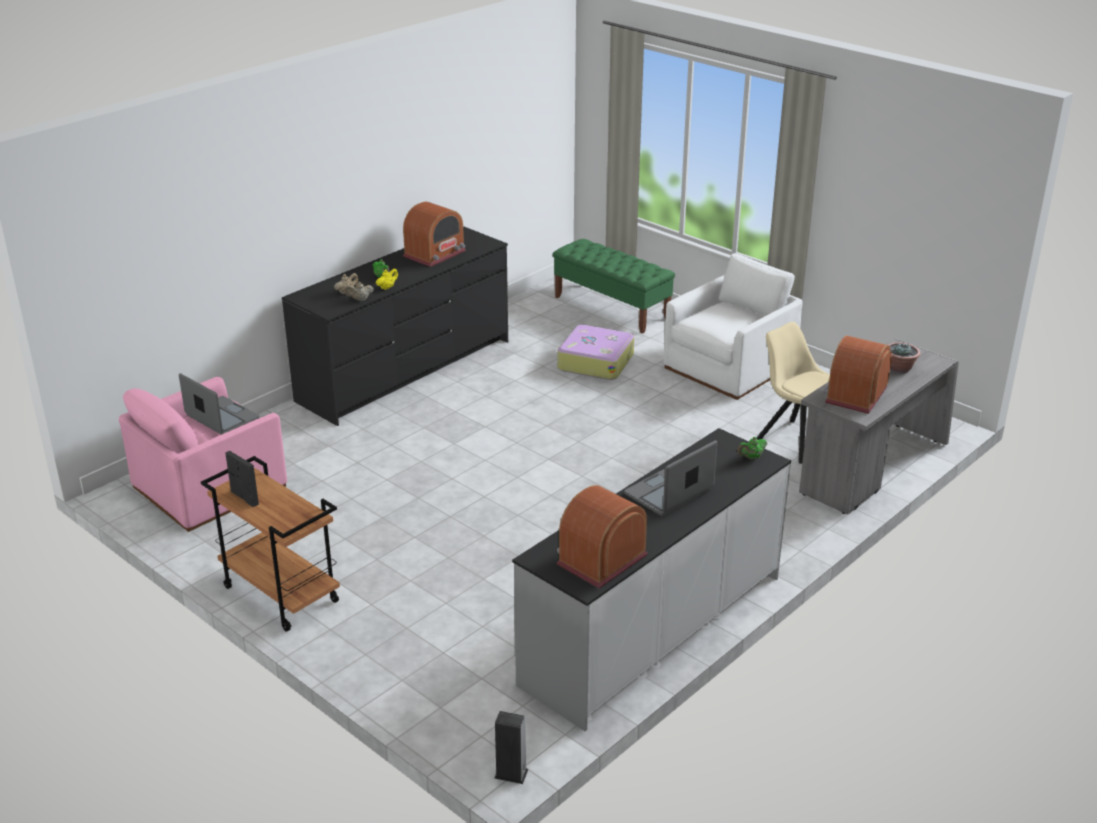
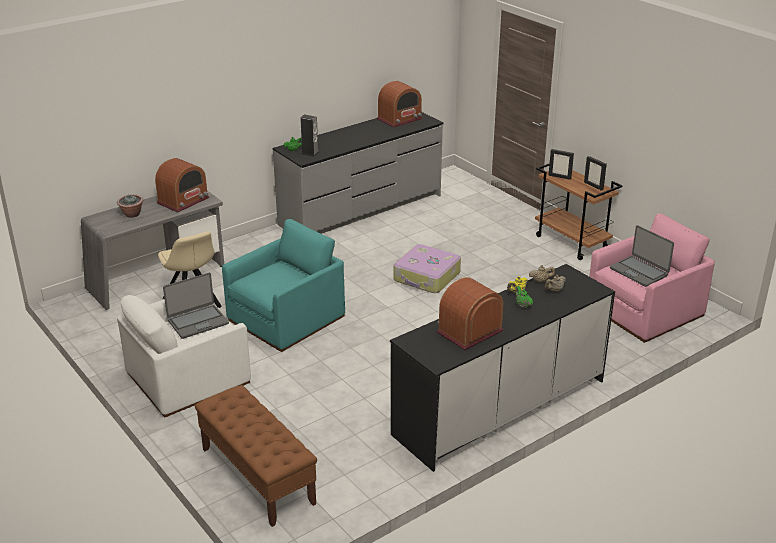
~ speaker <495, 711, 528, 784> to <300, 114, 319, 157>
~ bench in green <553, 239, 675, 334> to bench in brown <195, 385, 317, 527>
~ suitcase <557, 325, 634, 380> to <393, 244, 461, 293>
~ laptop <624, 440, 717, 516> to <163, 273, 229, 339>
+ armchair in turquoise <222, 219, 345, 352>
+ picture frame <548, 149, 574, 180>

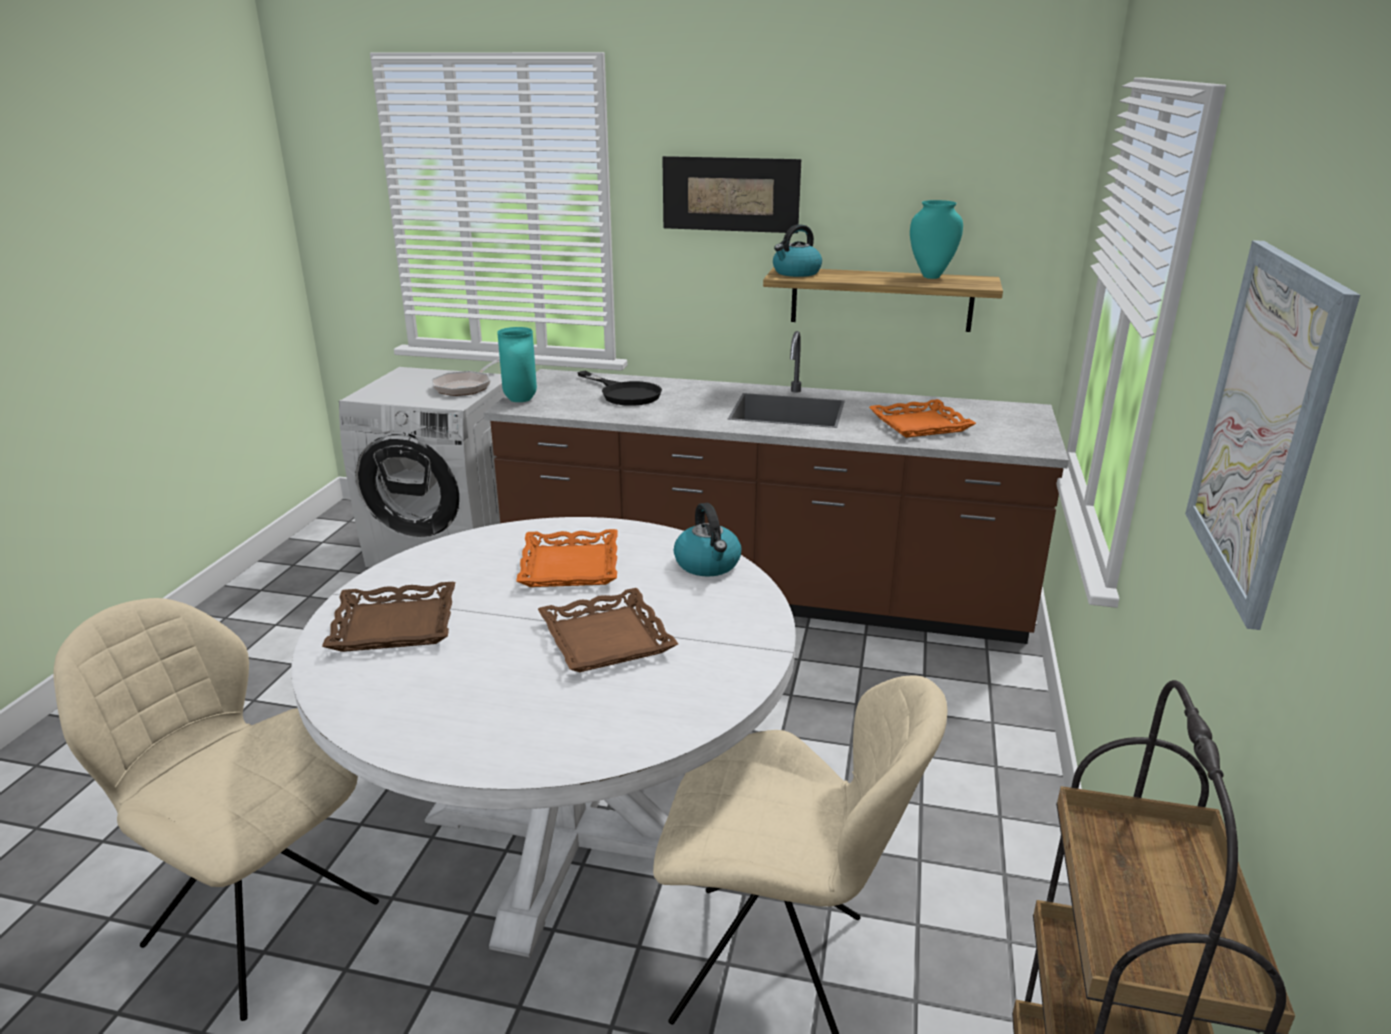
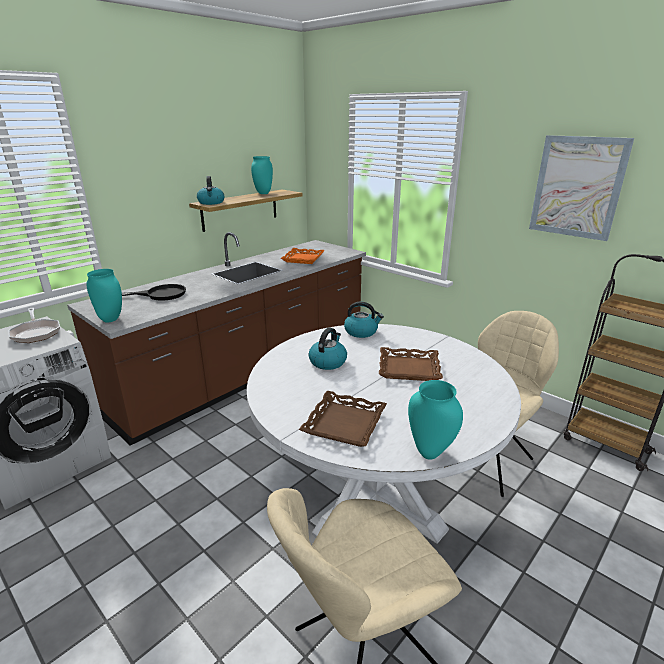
~ tray in orange <516, 529, 618, 587> to kettle <309, 328, 347, 370>
- picture <662, 156, 801, 233>
+ vase in turquoise <408, 380, 463, 460>

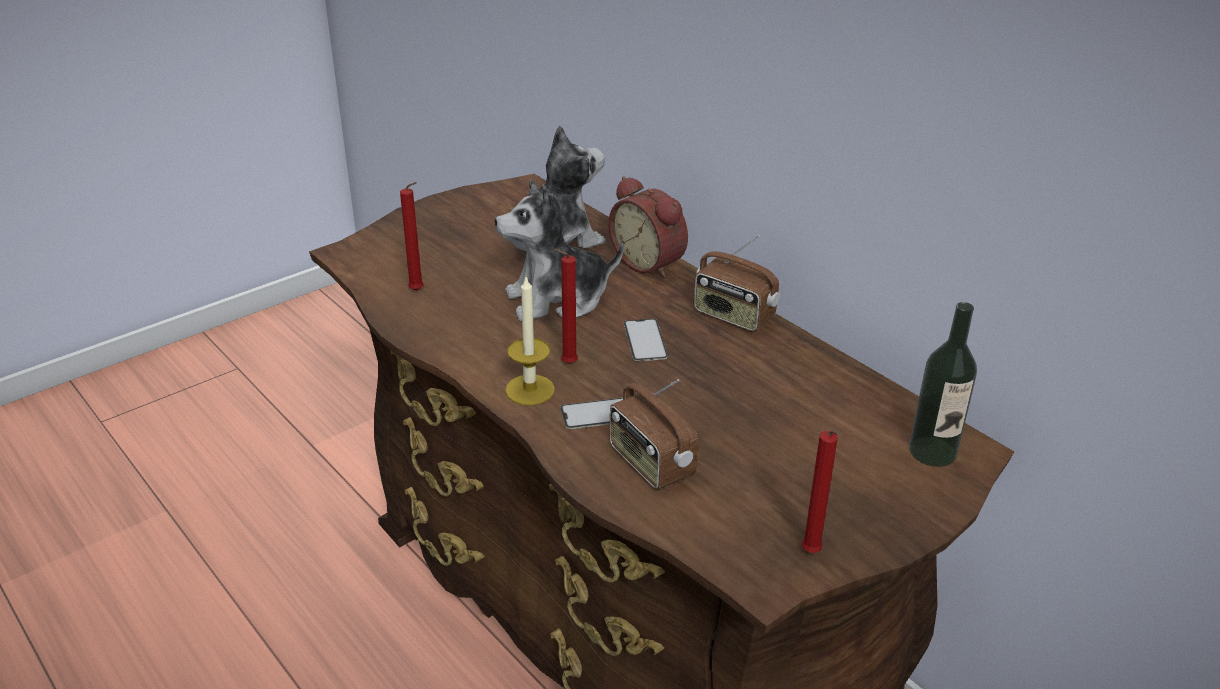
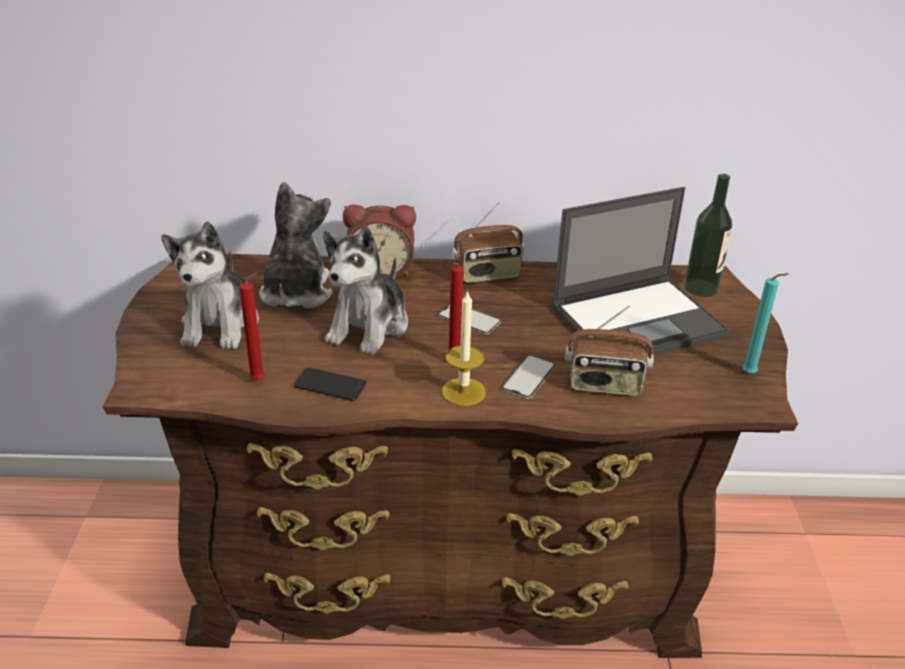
~ candle in red <802, 430, 838, 553> to candle in turquoise <742, 273, 789, 374>
+ plush toy <161, 221, 259, 349>
+ phone <294, 368, 367, 401>
+ laptop <552, 187, 730, 355>

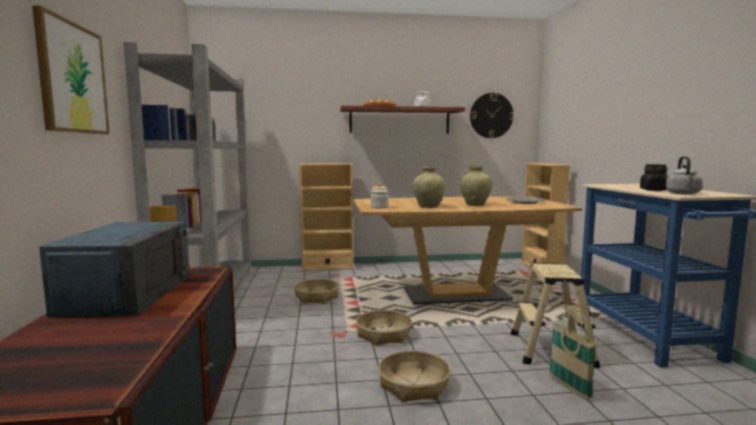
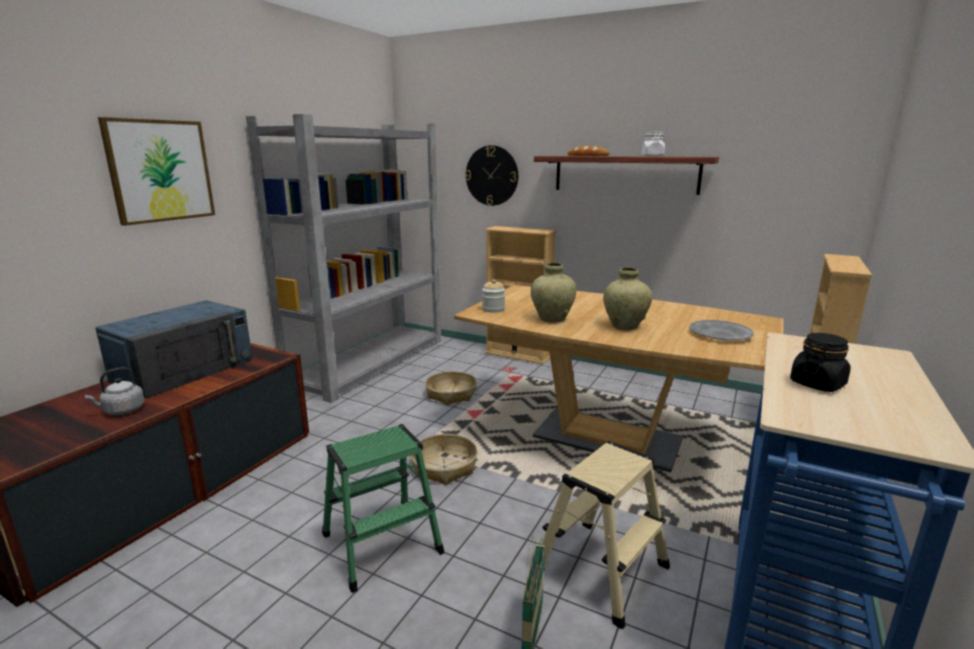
~ basket <378, 351, 451, 402> to step ladder in green <322, 424, 445, 593>
~ wall clock <470, 93, 514, 138> to <465, 145, 518, 206>
~ kettle in grey <666, 156, 703, 194> to <84, 367, 145, 415>

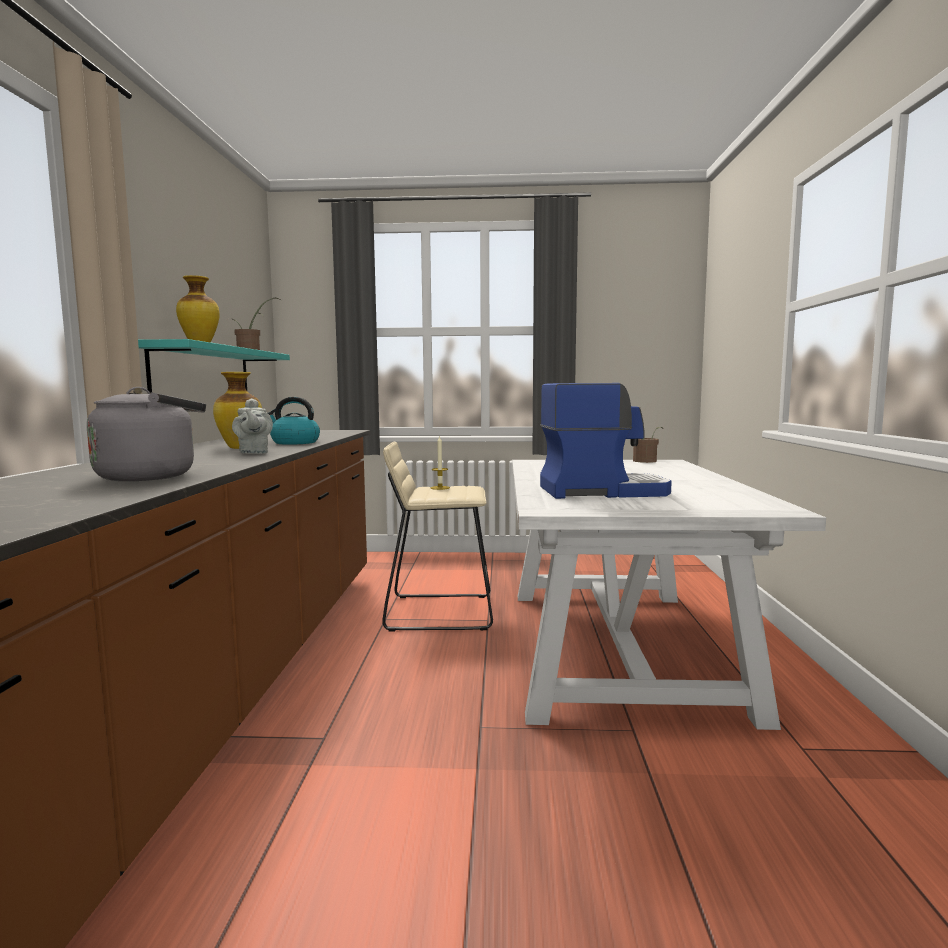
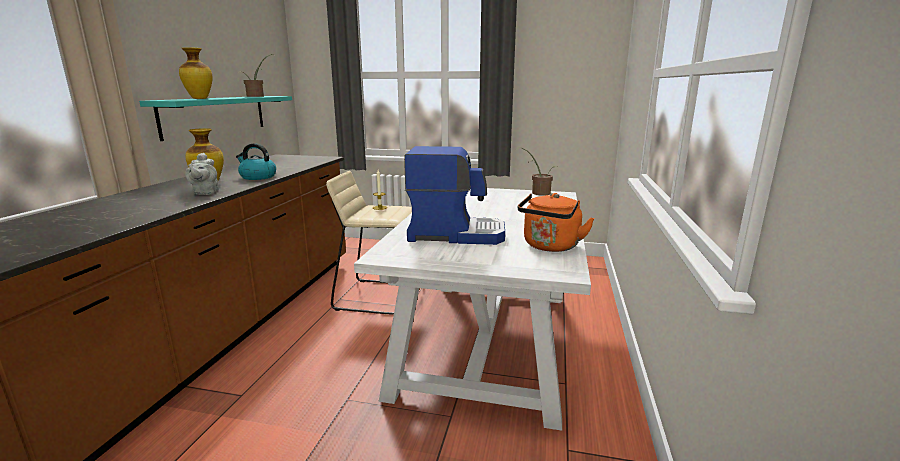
- kettle in grey <87, 387, 206, 481>
+ kettle in orange <518, 193, 595, 252>

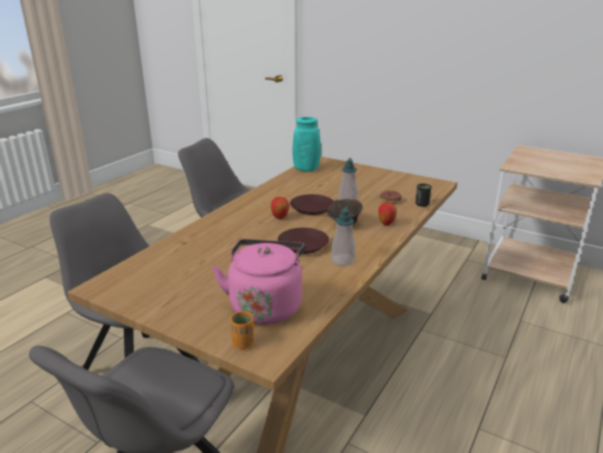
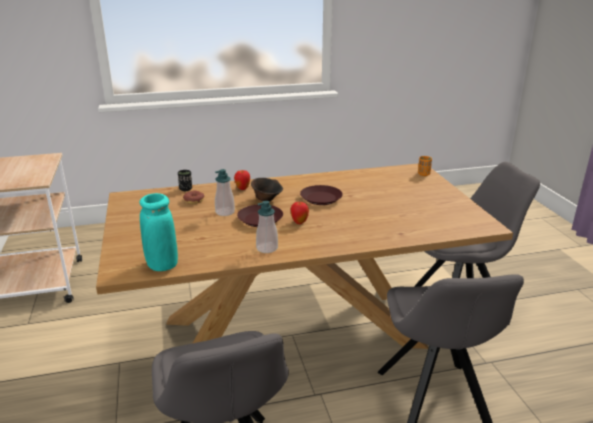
- kettle in pink <212, 239, 305, 325>
~ soap dispenser <332, 207, 355, 266> to <256, 201, 278, 253>

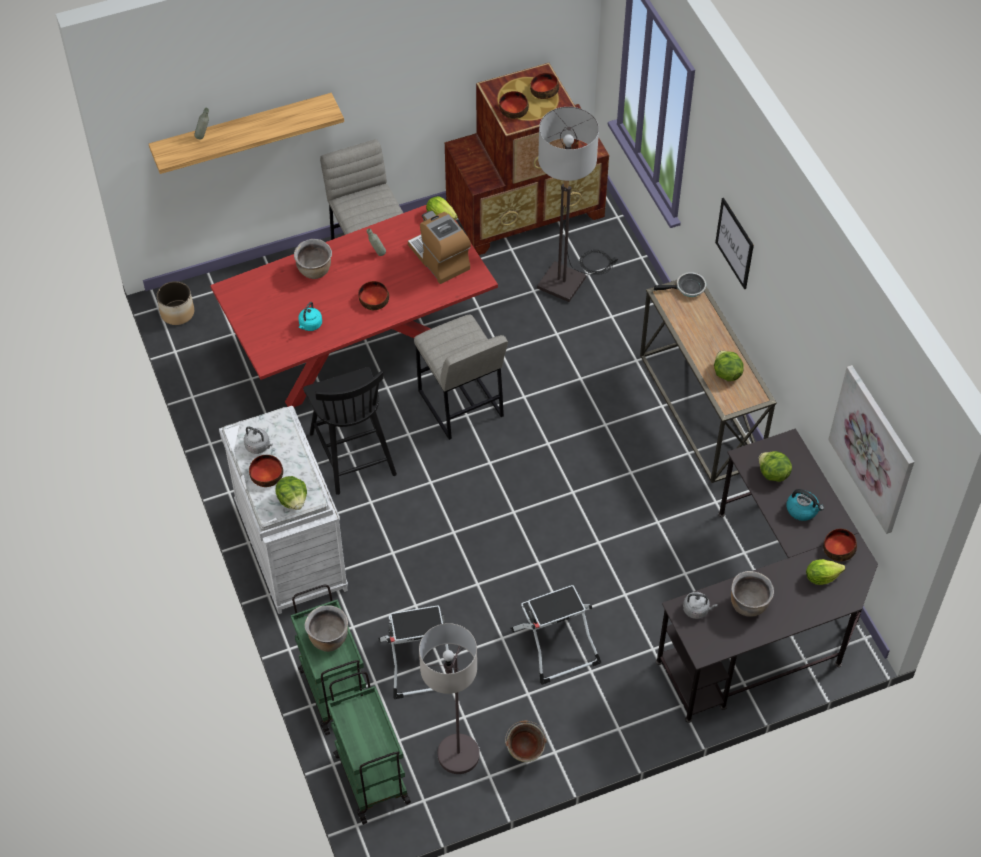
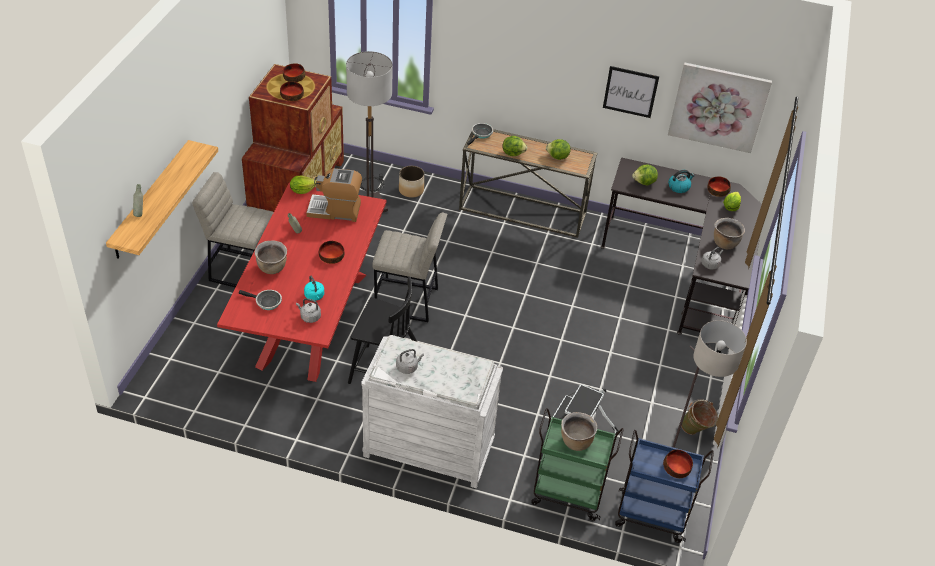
~ planter <157, 281, 194, 325> to <399, 166, 424, 198>
~ bowl <249, 455, 283, 487> to <663, 450, 693, 478>
~ lettuce <275, 476, 307, 510> to <503, 136, 527, 156>
~ cart in green <327, 671, 411, 825> to cart in blue <615, 430, 714, 543>
- step ladder <511, 585, 602, 685>
~ picture <715, 198, 754, 289> to <603, 66, 659, 118>
+ frying pan <239, 290, 282, 310>
+ kettle in grey <296, 298, 321, 323>

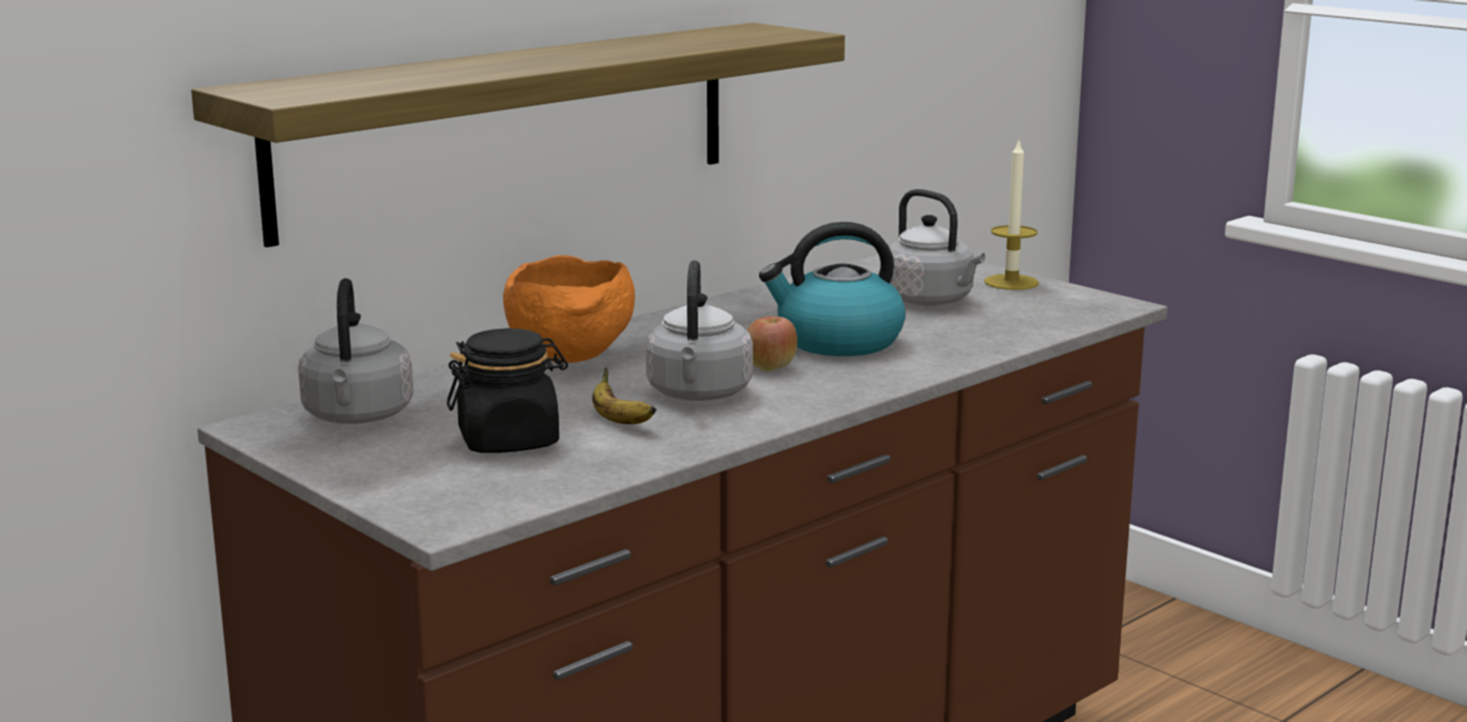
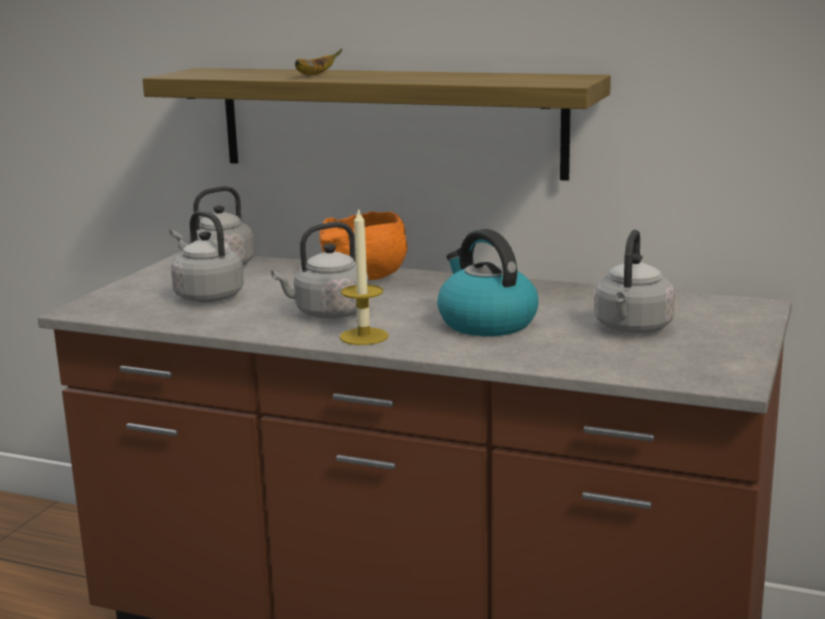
~ jar in black <447, 328, 568, 453> to kettle in grey <171, 211, 244, 302>
~ banana <592, 368, 657, 424> to <295, 49, 342, 75>
- apple <747, 316, 797, 371>
~ candle <984, 140, 1039, 290> to <340, 207, 388, 345>

